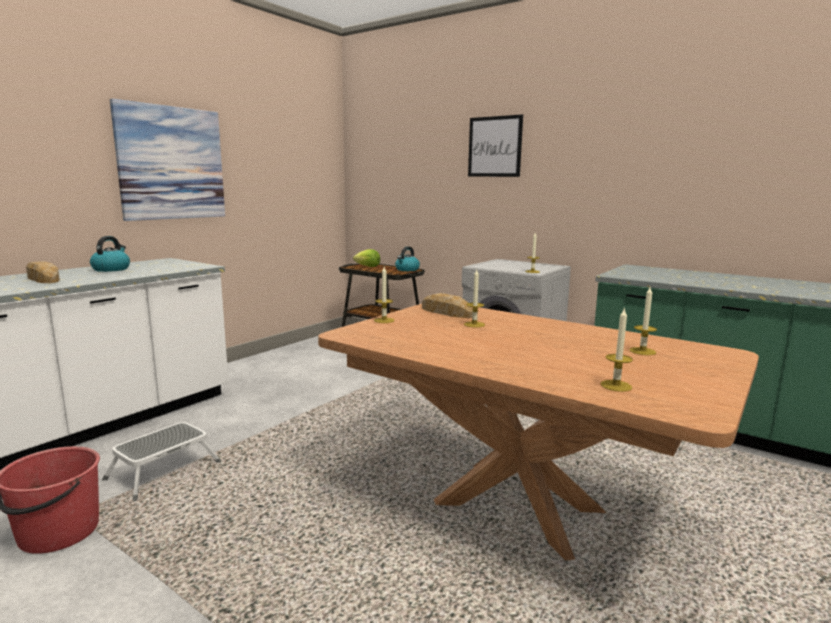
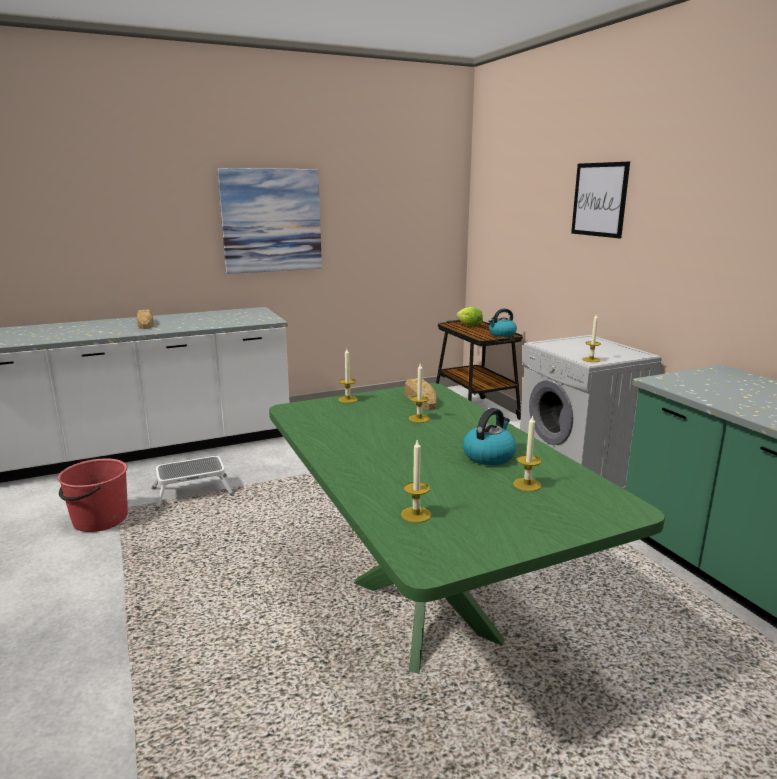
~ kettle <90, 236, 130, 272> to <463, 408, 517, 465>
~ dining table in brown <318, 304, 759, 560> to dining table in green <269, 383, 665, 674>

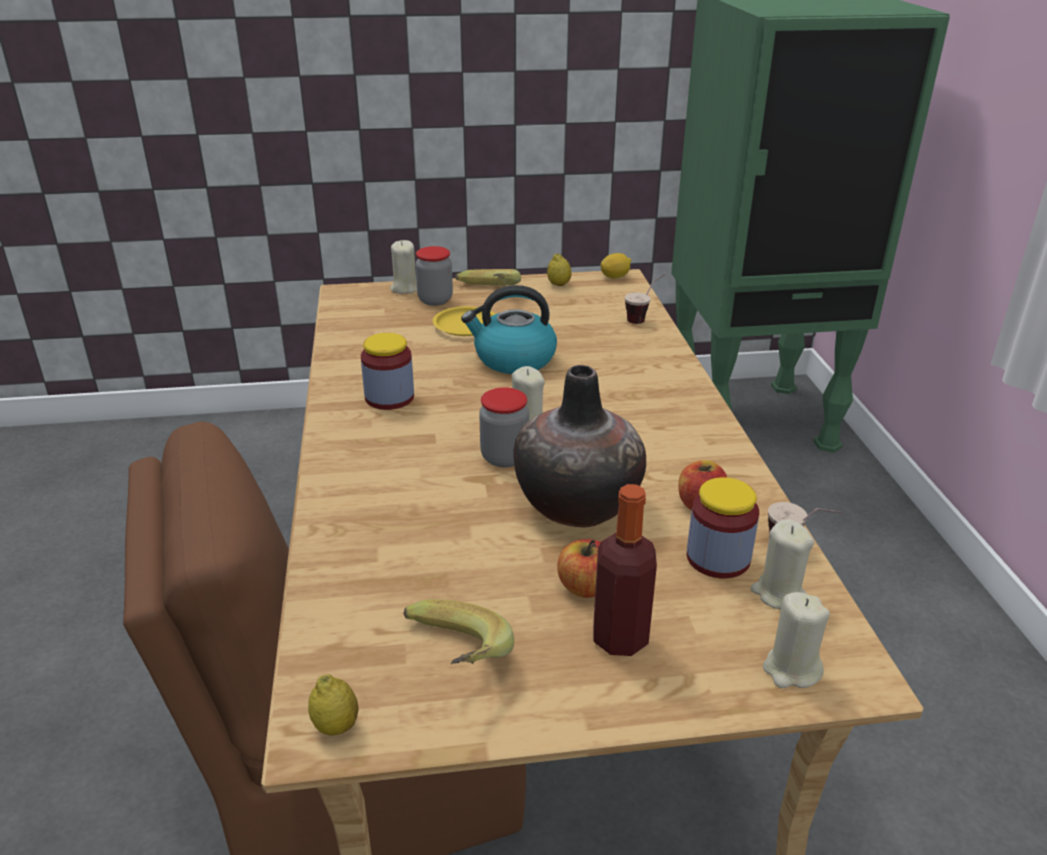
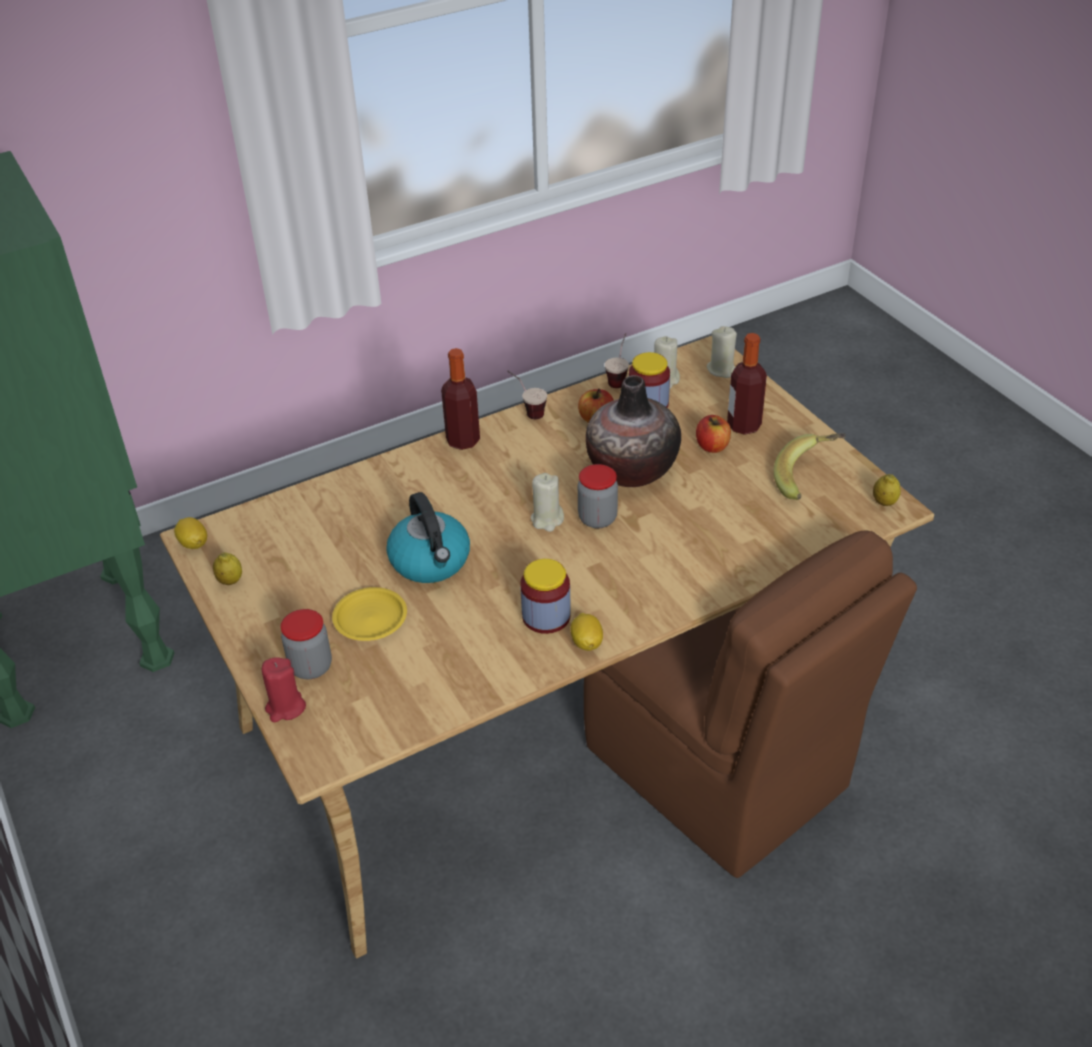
~ candle in beige <390, 240, 417, 294> to candle in red <262, 657, 306, 722>
- banana <455, 269, 521, 285>
~ cup <625, 274, 666, 324> to <507, 370, 547, 419>
+ bottle <441, 348, 480, 450>
+ lemon <570, 613, 603, 651>

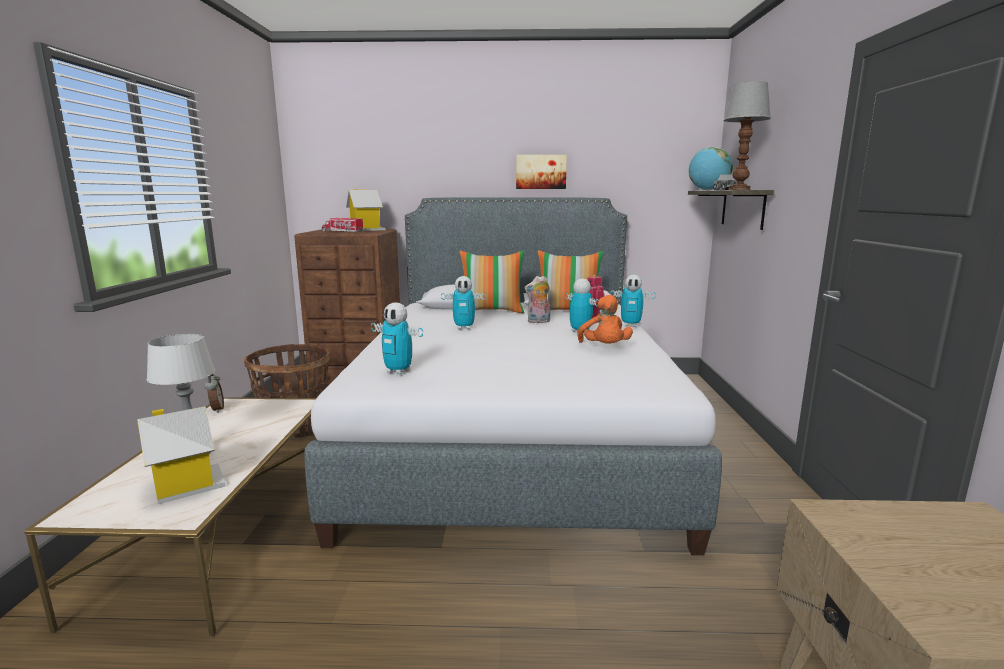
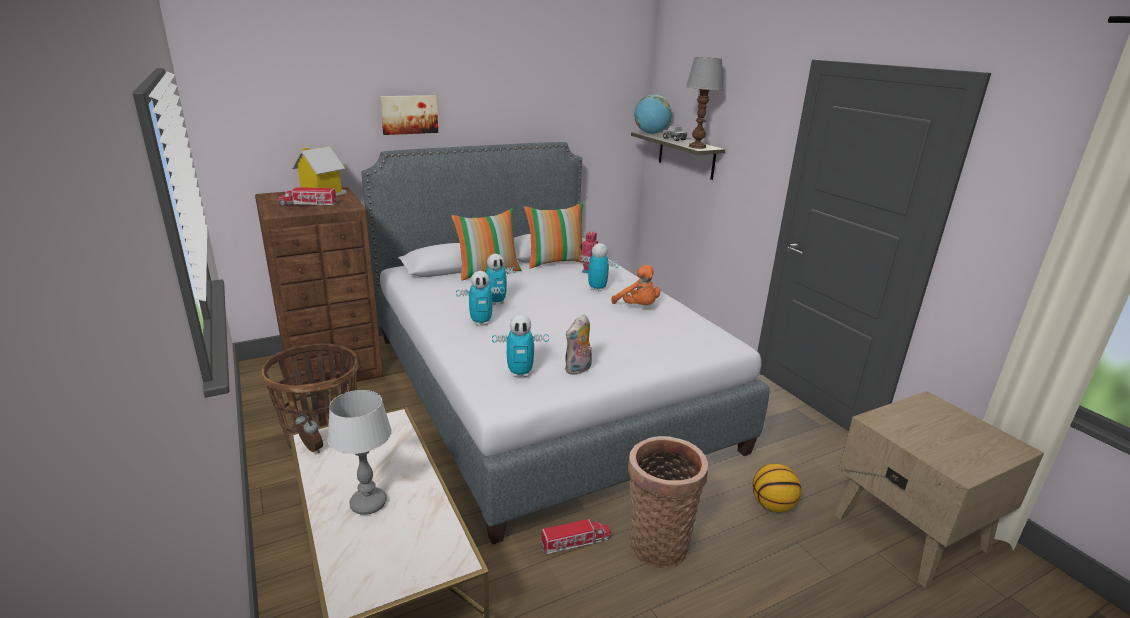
- toy house <137, 406, 226, 504>
~ picture <516, 155, 567, 189> to <380, 95, 438, 135>
~ plush toy <524, 275, 550, 323> to <565, 314, 592, 375>
~ toy robot <610, 275, 656, 327> to <456, 271, 505, 326>
+ toy truck <540, 519, 611, 554>
+ basket <628, 436, 708, 569>
+ basketball <753, 463, 801, 512>

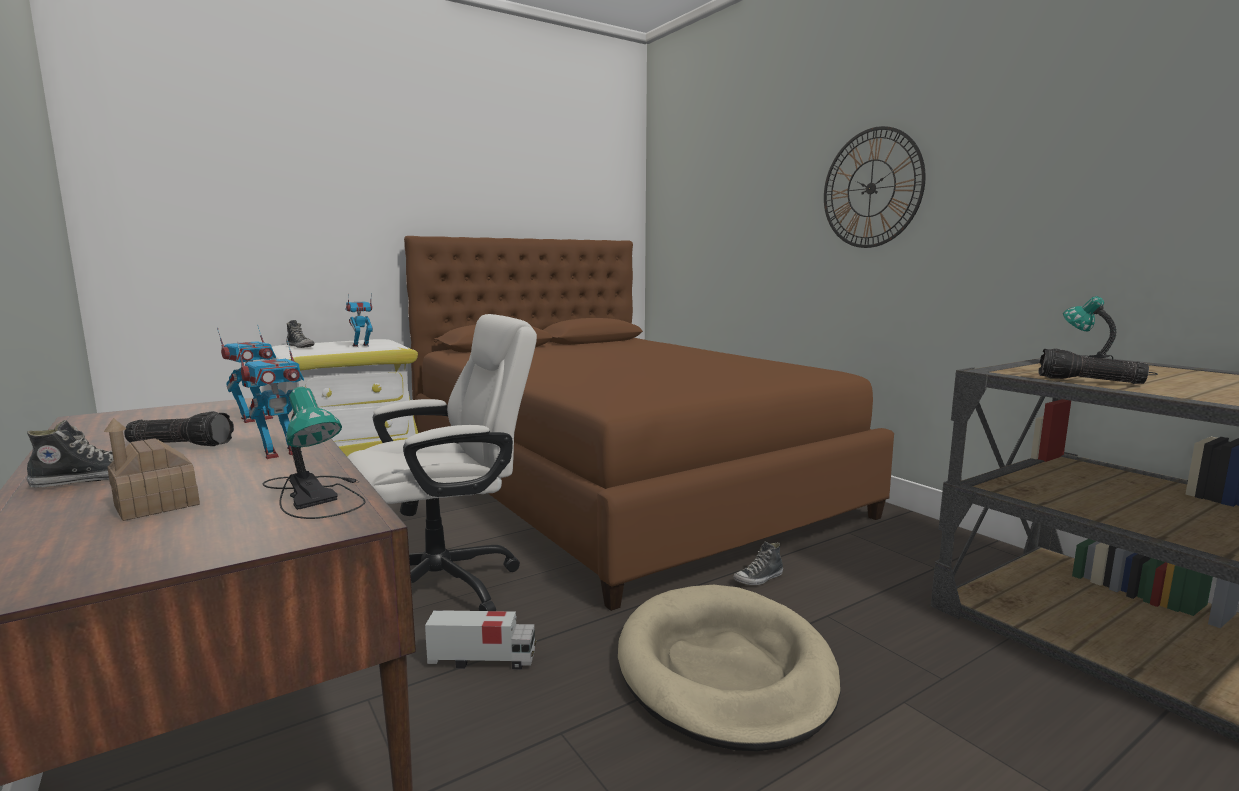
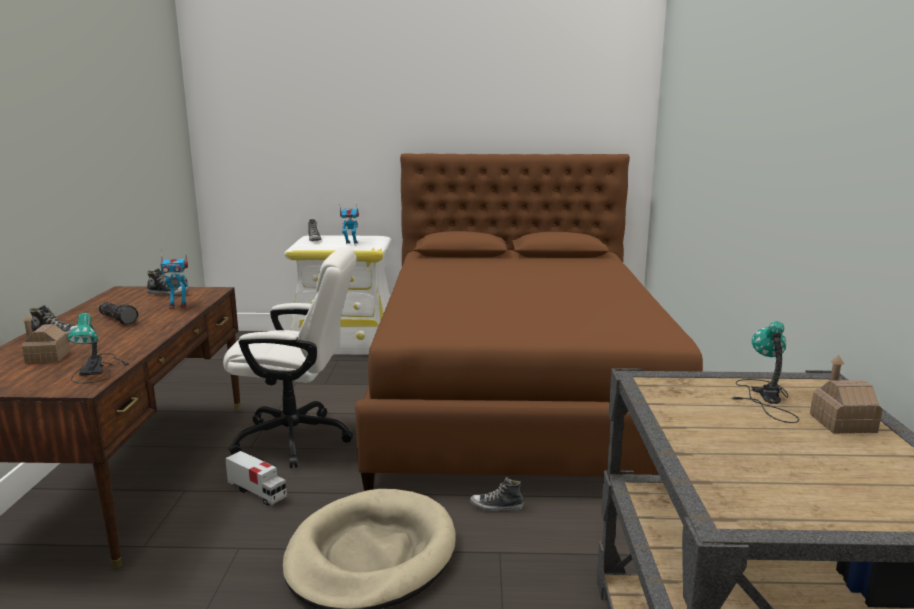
- toy robot <237, 338, 304, 459>
- wall clock <824, 126, 926, 248>
- flashlight <1039, 348, 1149, 384>
+ shoe <147, 268, 189, 296>
+ toy house <810, 355, 883, 434>

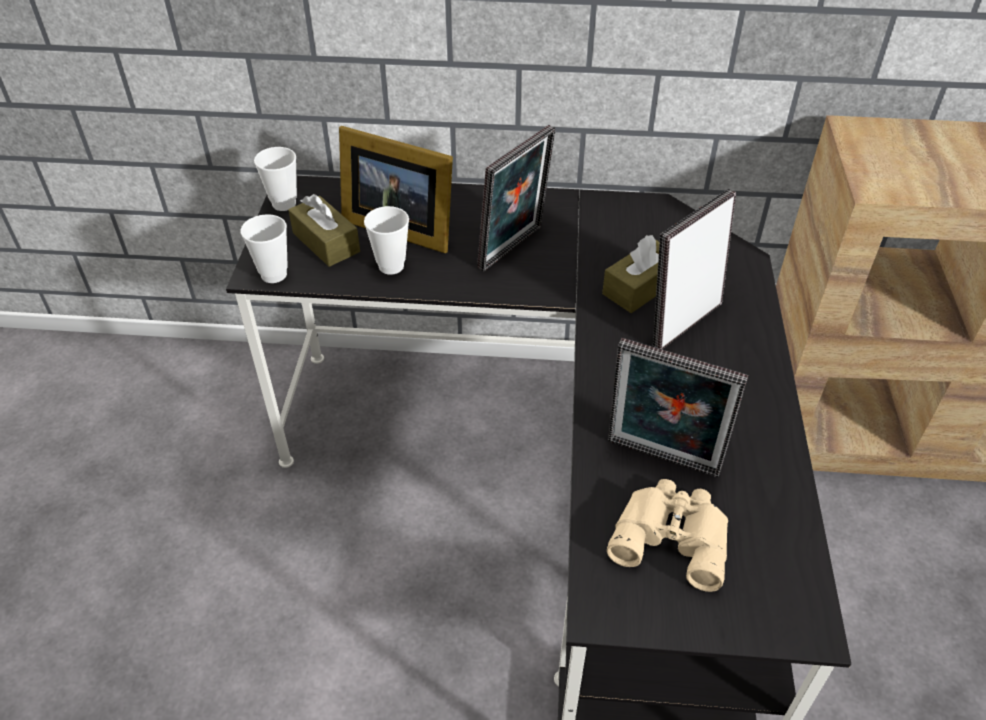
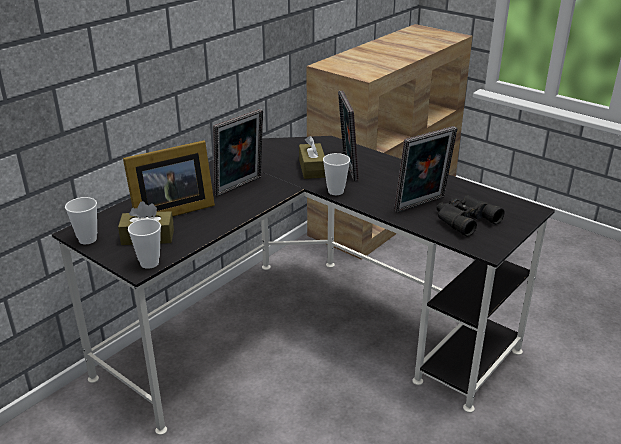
~ cup <364, 206, 409, 275> to <323, 153, 350, 195>
~ picture frame <477, 125, 556, 272> = <213, 109, 263, 197> 60 degrees clockwise
~ binoculars in beige <607, 479, 728, 592> to binoculars in black <437, 195, 505, 237>

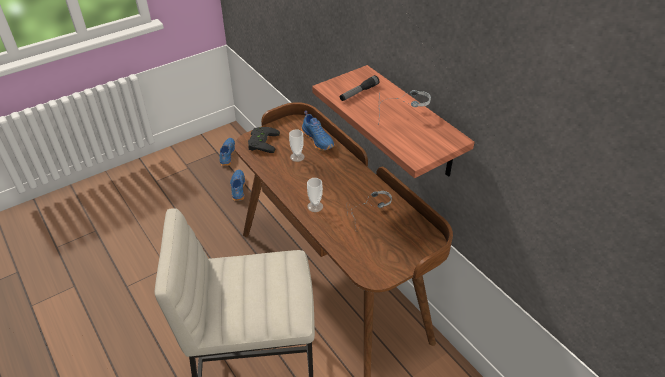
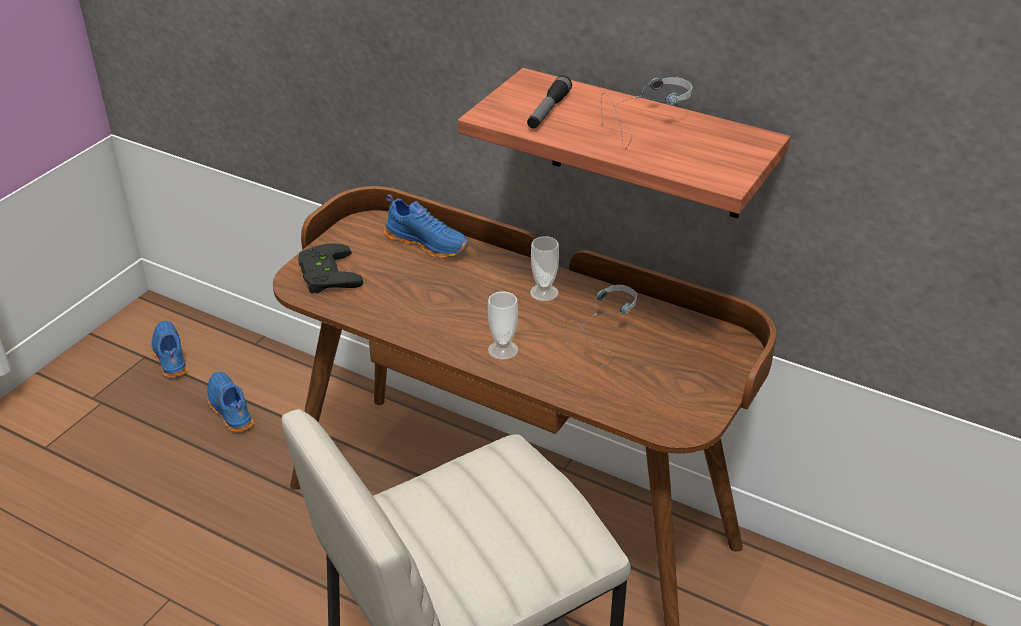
~ cup <289, 129, 305, 162> to <530, 236, 559, 301>

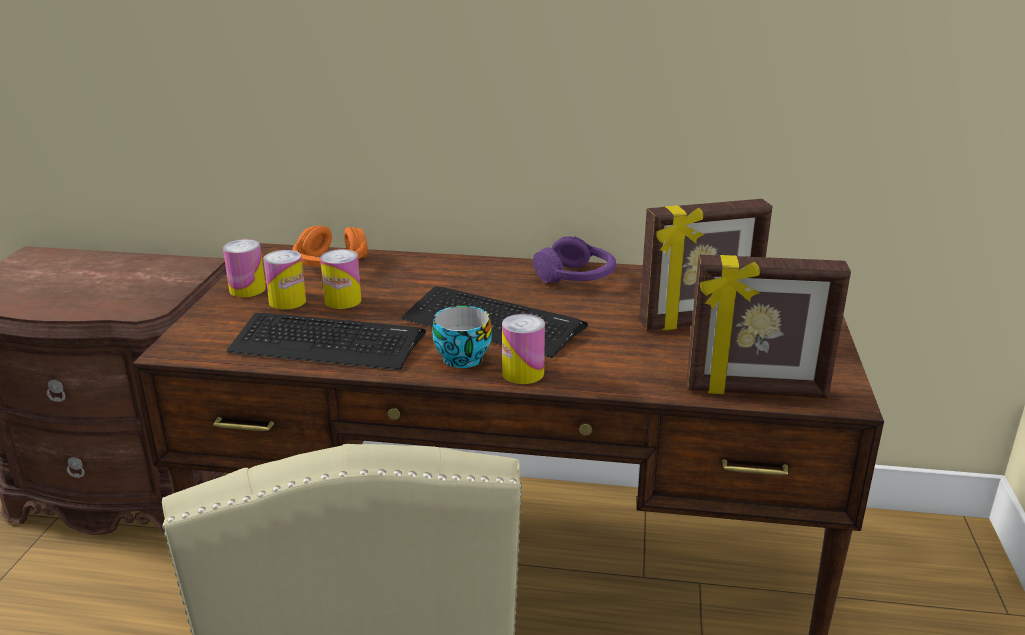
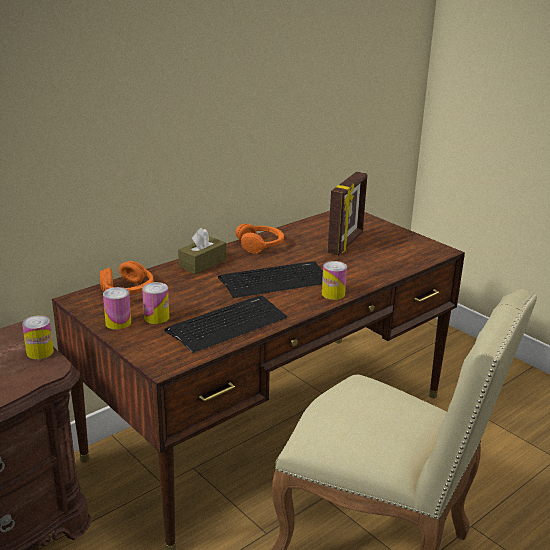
~ can <320, 249, 361, 309> to <22, 315, 54, 359>
- cup <432, 306, 492, 368>
~ headphones in purple <533, 236, 616, 283> to headphones in orange <235, 223, 284, 253>
- picture frame <687, 255, 851, 398>
+ tissue box in brown <178, 228, 226, 274>

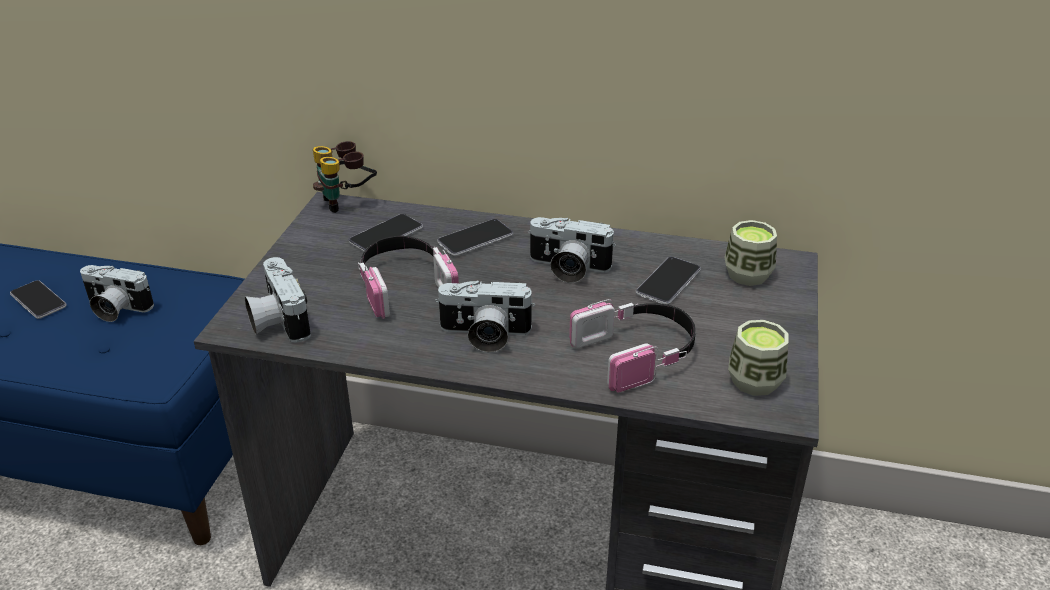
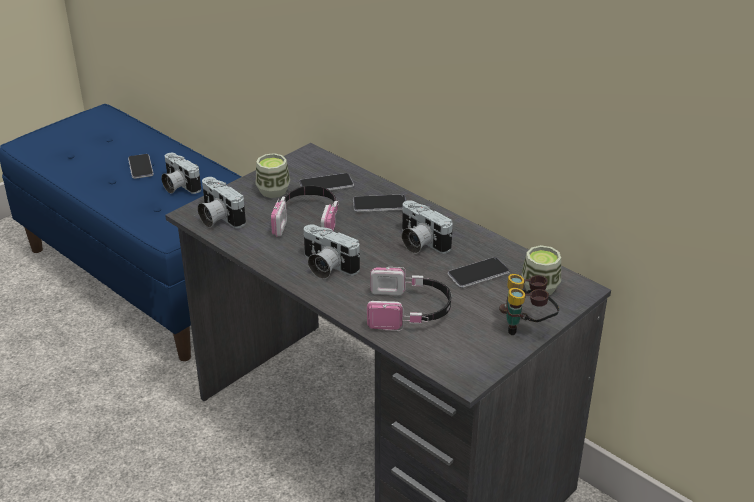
~ photo camera <245, 257, 311, 342> = <198, 177, 246, 228> 45 degrees counterclockwise
~ binoculars <313, 141, 377, 213> to <499, 274, 559, 335>
~ cup <728, 320, 789, 396> to <255, 153, 290, 198>

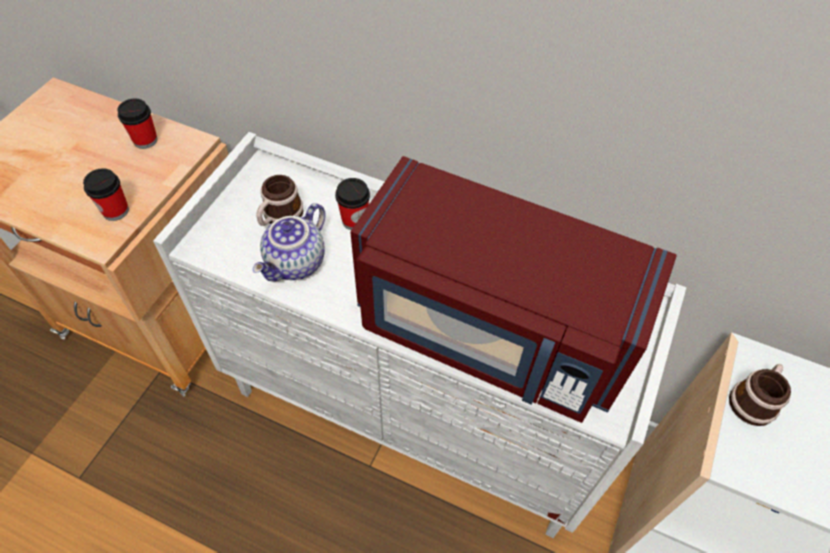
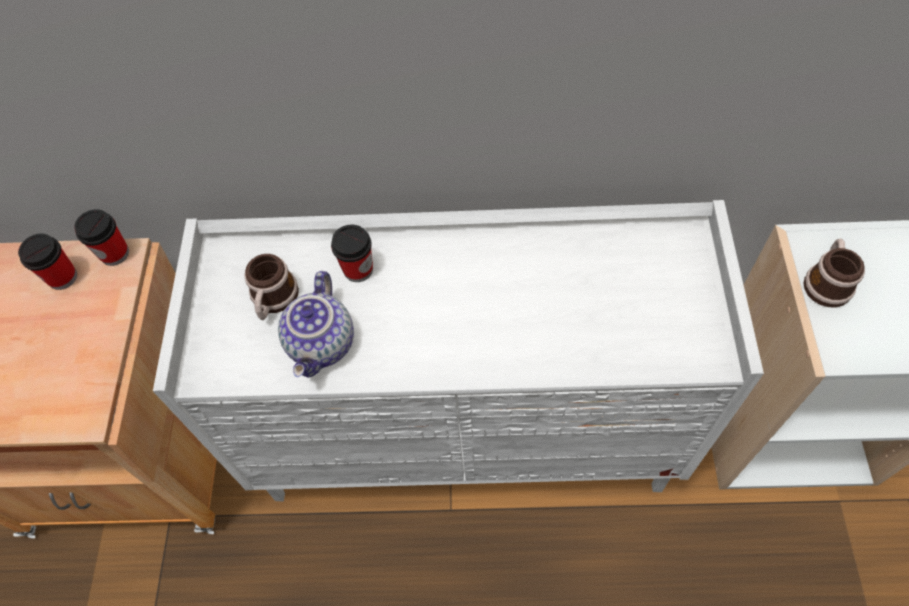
~ cup <83, 168, 129, 221> to <74, 209, 129, 266>
- microwave in red <350, 156, 677, 423>

